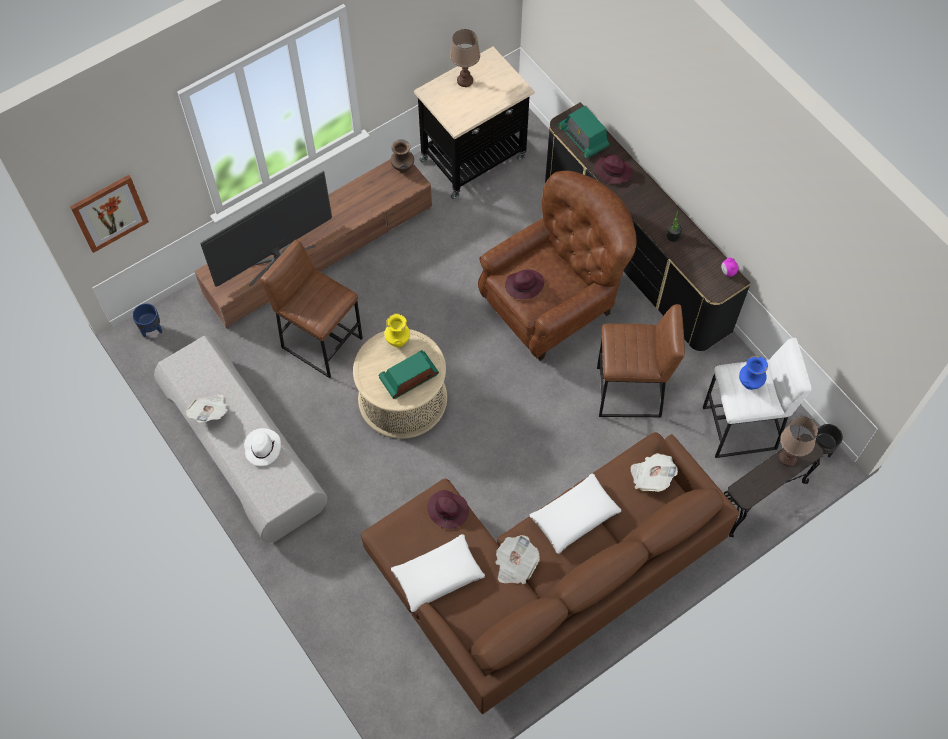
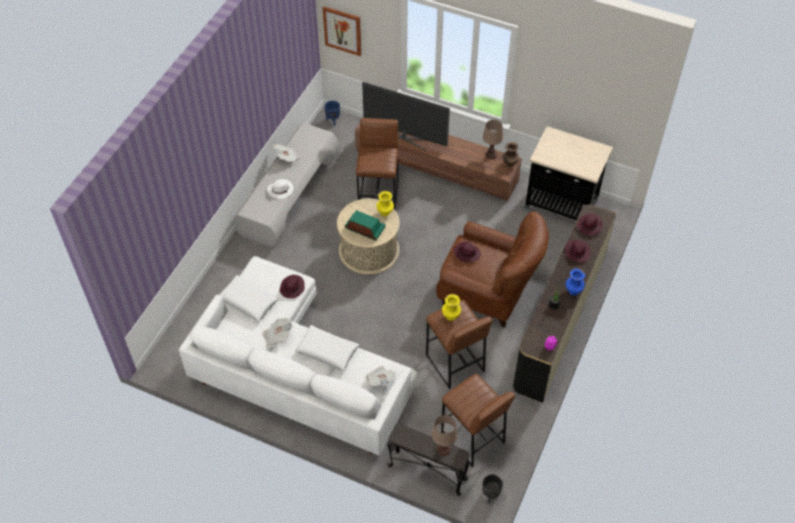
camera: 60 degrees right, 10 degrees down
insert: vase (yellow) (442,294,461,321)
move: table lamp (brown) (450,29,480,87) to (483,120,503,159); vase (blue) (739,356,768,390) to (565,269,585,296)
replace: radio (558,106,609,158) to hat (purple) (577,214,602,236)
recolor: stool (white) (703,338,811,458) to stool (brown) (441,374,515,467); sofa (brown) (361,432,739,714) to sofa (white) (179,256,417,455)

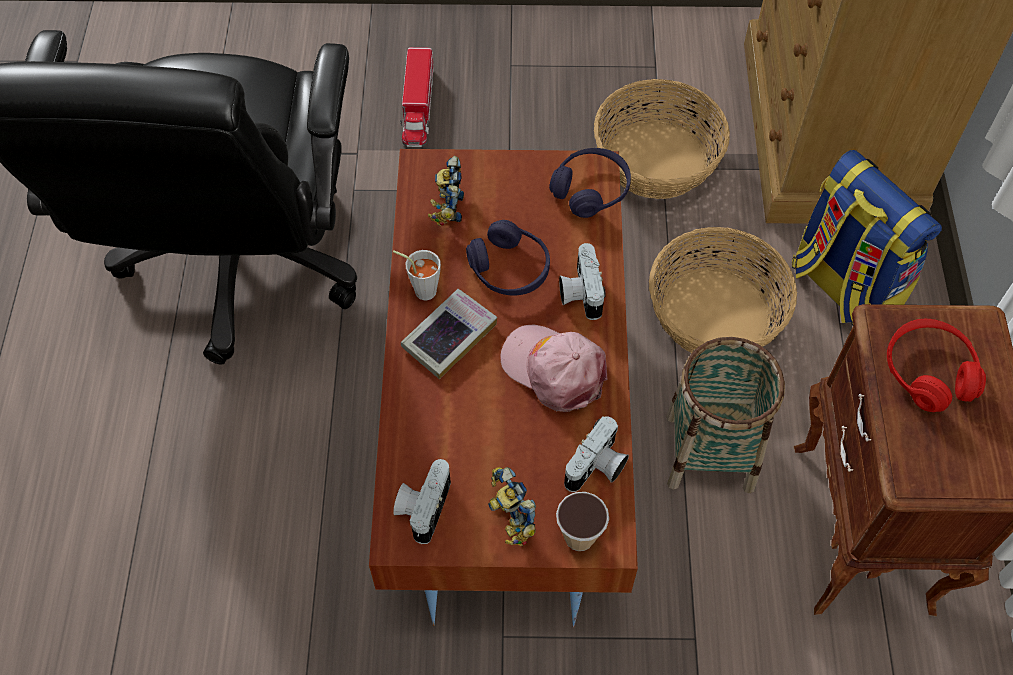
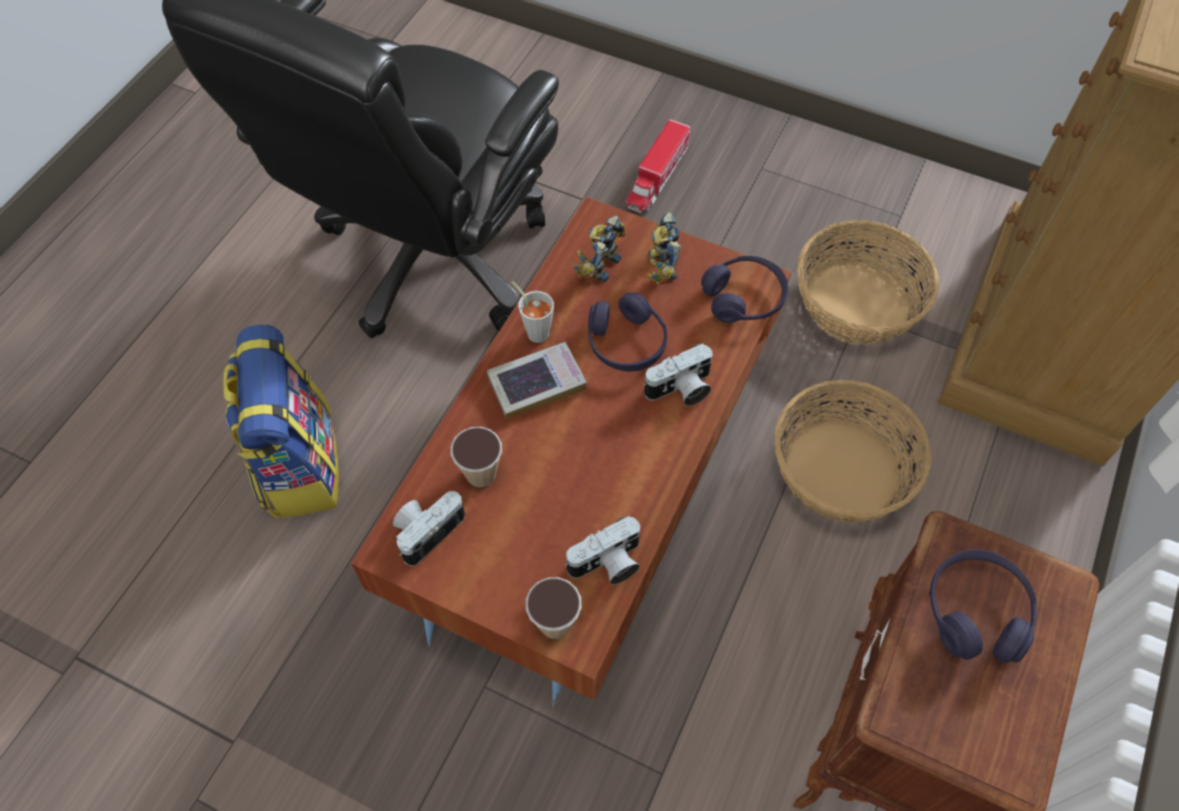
camera: 25 degrees right, 0 degrees up
delete: cap (pink) (500,325,608,412); basket (666,337,785,494)
insert: cup (451,427,502,487)
move: backpack (792,150,942,325) to (223,325,339,519); toy robot (488,467,536,546) to (647,212,681,285)
recolor: headphones (red) (887,319,986,412) to headphones (purple) (929,549,1037,663)
rotate: photo camera (559,243,606,320) = (644,343,713,406) 135 degrees counterclockwise

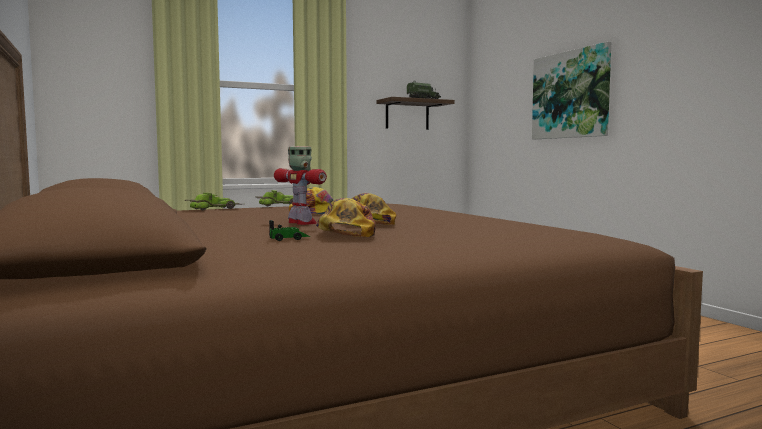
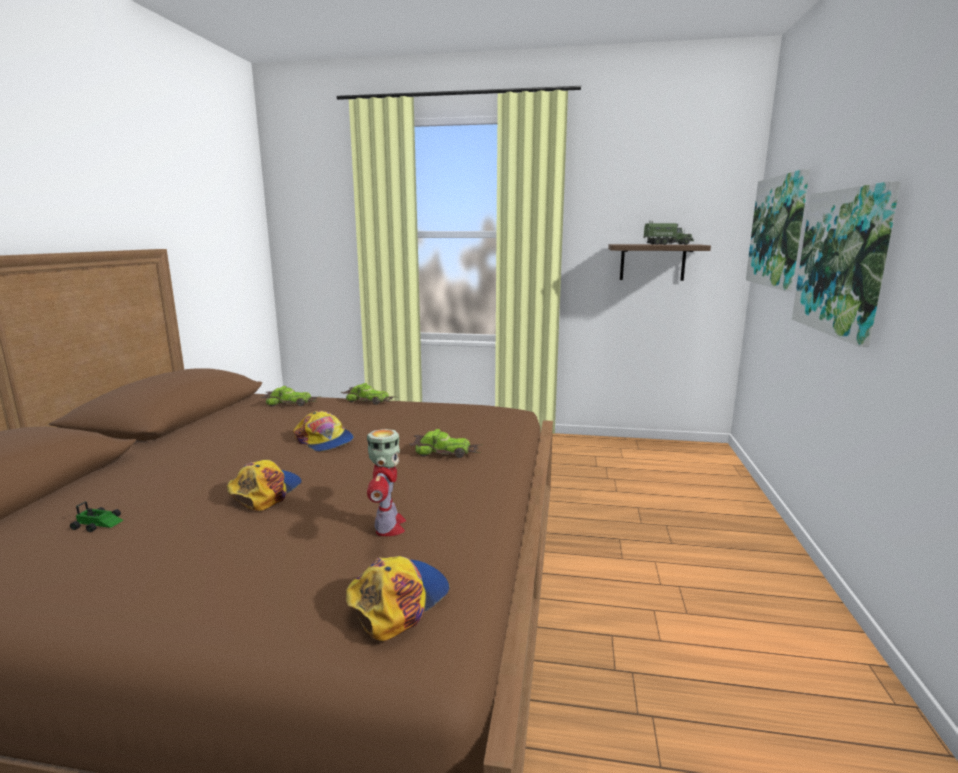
camera: 35 degrees right, 10 degrees up
insert: picture (746,169,810,291); toy car (409,429,480,458)
move: toy robot (274,146,327,225) to (367,429,406,536); cap (316,198,376,237) to (346,556,449,641)

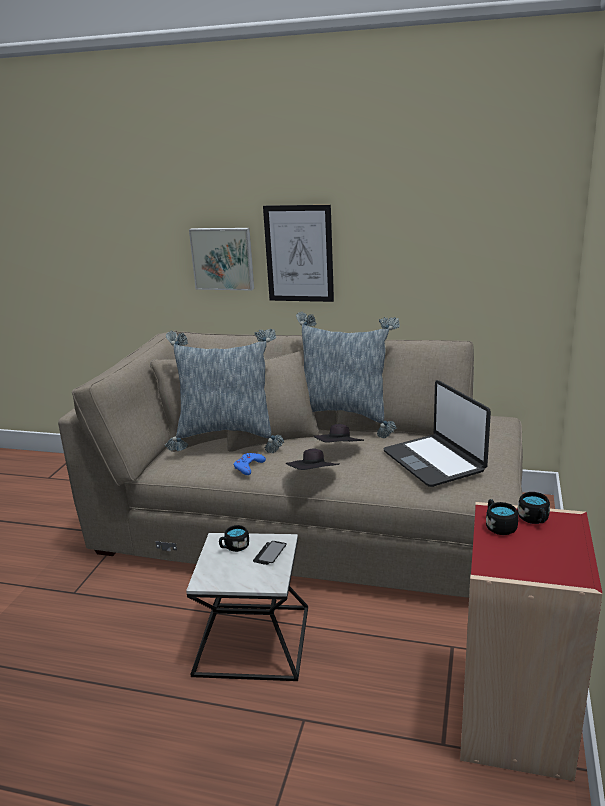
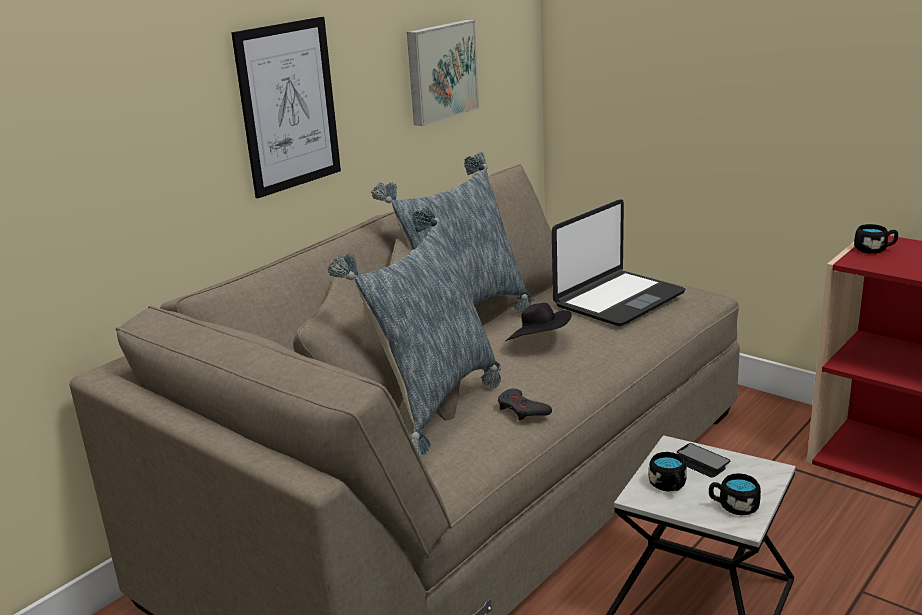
camera: 65 degrees left, 0 degrees up
delete: hat (black) (286,448,339,470)
move: picture (189,228,254,290) to (407,20,479,126); mug (black) (486,499,518,535) to (709,473,761,515)
recolor: game controller (blue) (234,453,266,475) to game controller (grey) (498,389,552,421)
rotate: laptop (383,380,491,487) = (552,199,686,326) 45 degrees counterclockwise

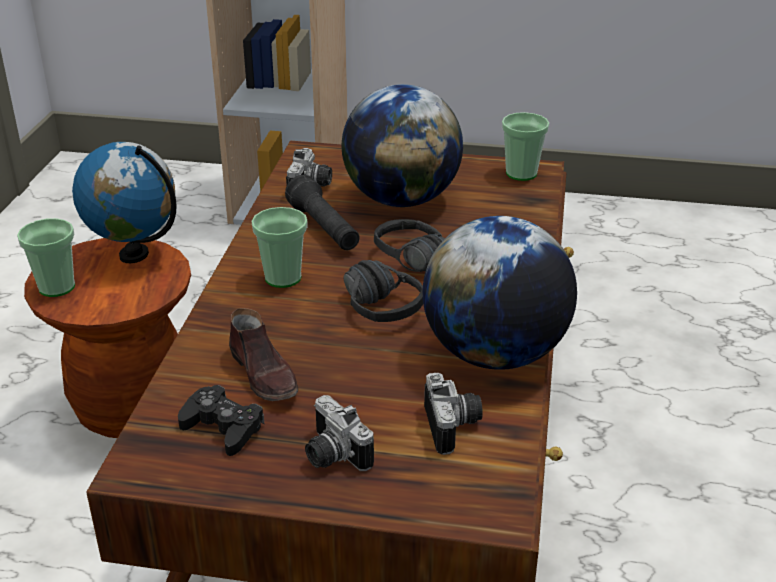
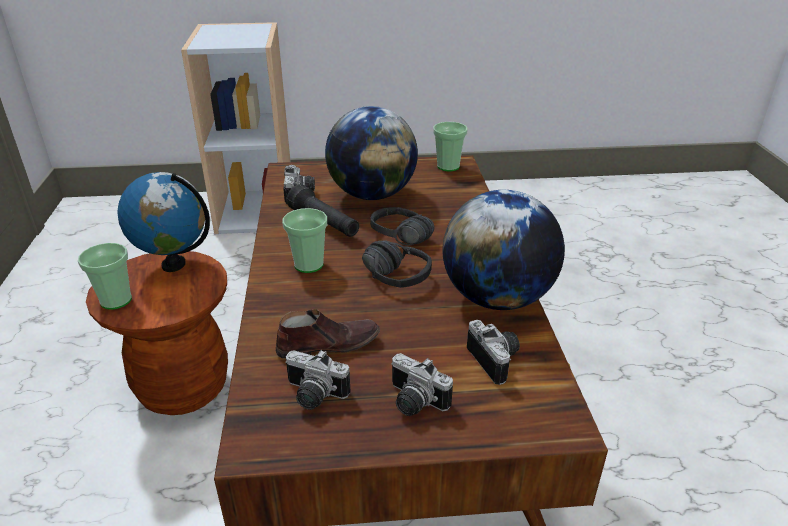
camera: 15 degrees left, 0 degrees up
replace: game controller (black) (178,385,264,456) to photo camera (285,350,350,410)
rotate: shoe (brown) (229,308,298,401) = (276,309,380,359) 60 degrees counterclockwise

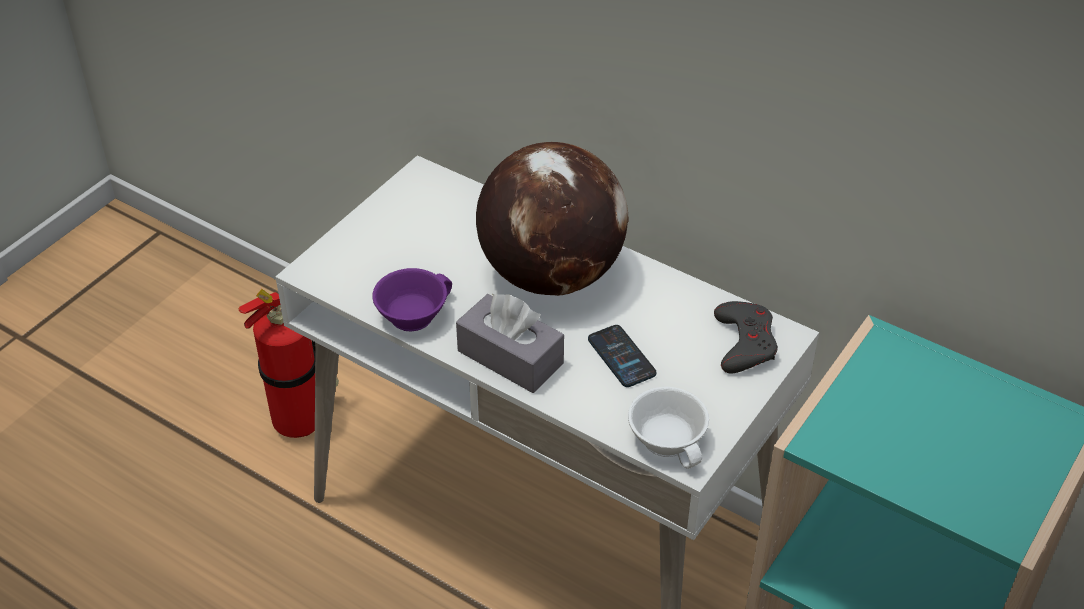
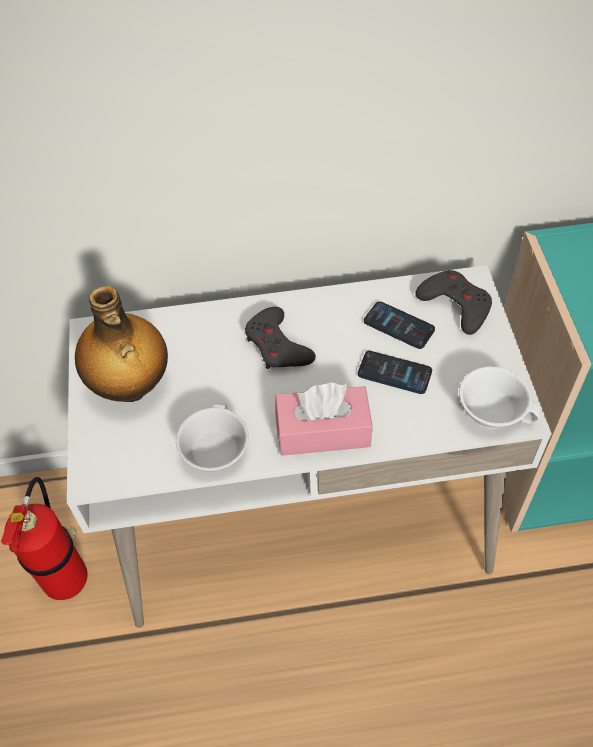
camera: 40 degrees left, 10 degrees up
insert: bottle (75,286,168,402); phone (364,301,435,349)
replace: globe (476,142,628,296) to game controller (grey) (245,307,316,369)
recolor: cup (purple) (372,268,452,331) to cup (white) (176,403,249,472); tissue box (grey) (456,293,564,393) to tissue box (pink) (275,382,373,456)

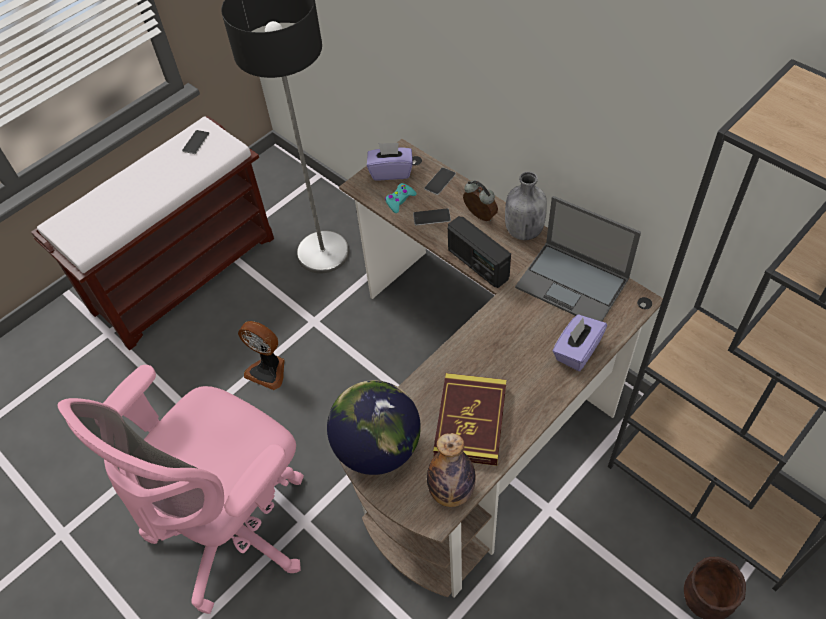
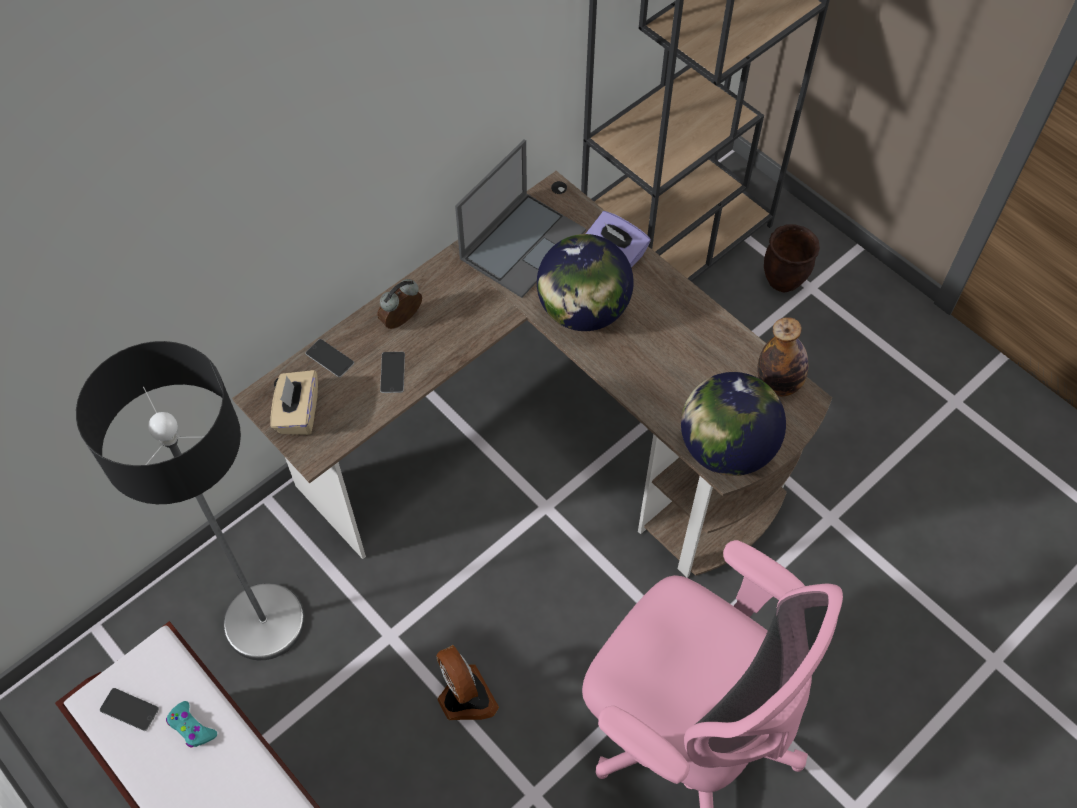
camera: 90 degrees left, 5 degrees up
delete: bottle (grey) (505,172,547,240); radio (448,216,511,288); book (433,373,506,466)
insert: globe (537,234,634,331)
move: game controller (turquoise) (385,183,417,213) to (166,701,217,748)
recolor: tissue box (purple) (367,143,413,181) to tissue box (beige) (271,370,318,435)
rotate: fan (238,321,284,390) = (436,645,499,720) 60 degrees counterclockwise

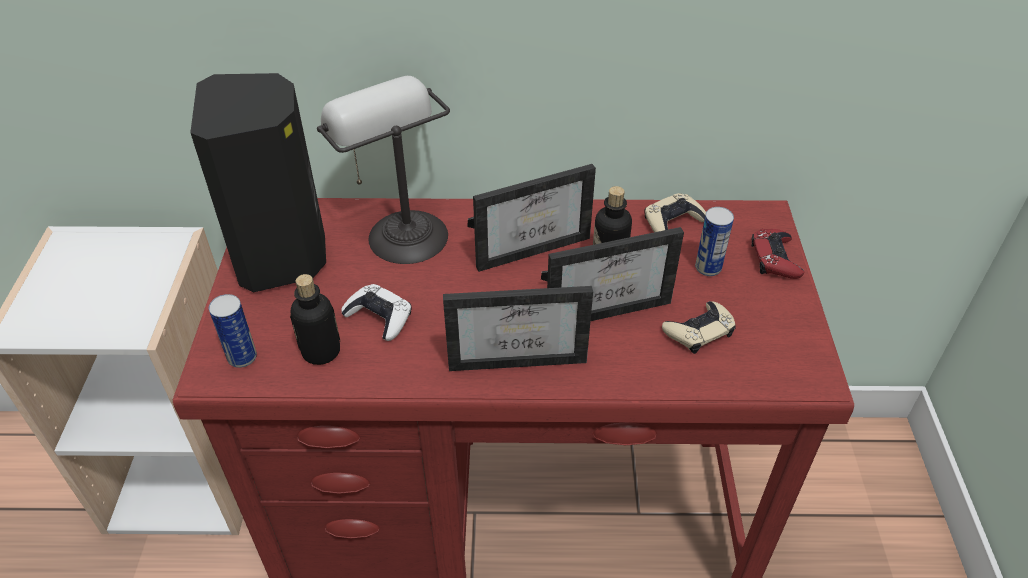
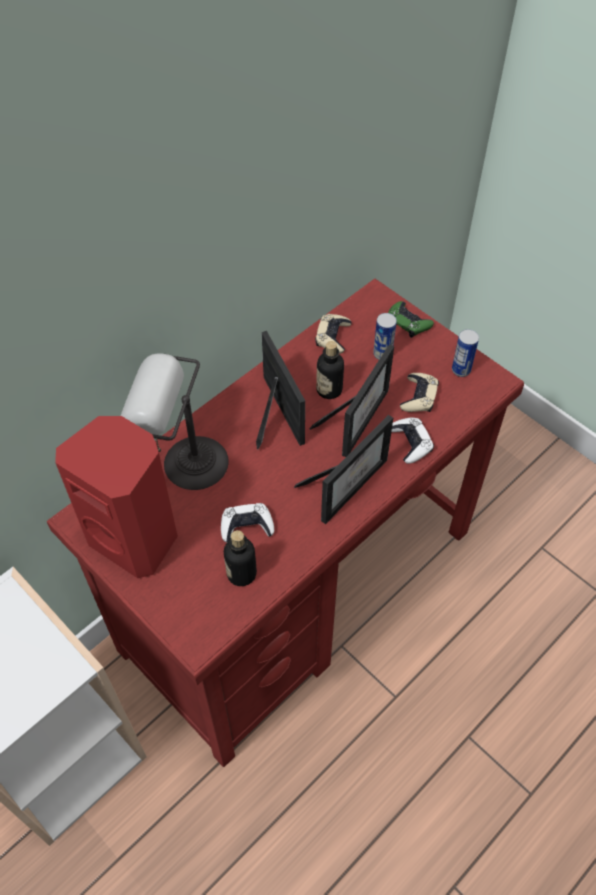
camera: 45 degrees left, 10 degrees up
insert: game controller (white) (391,417,434,464)
move: can (209,294,257,368) to (452,329,479,377)
recolor: speaker (black) (190,73,326,293) to speaker (red) (55,416,178,578); game controller (red) (751,229,805,279) to game controller (green) (388,301,434,338)
rotate: picture frame (468,164,596,272) = (256,331,305,449) 45 degrees counterclockwise

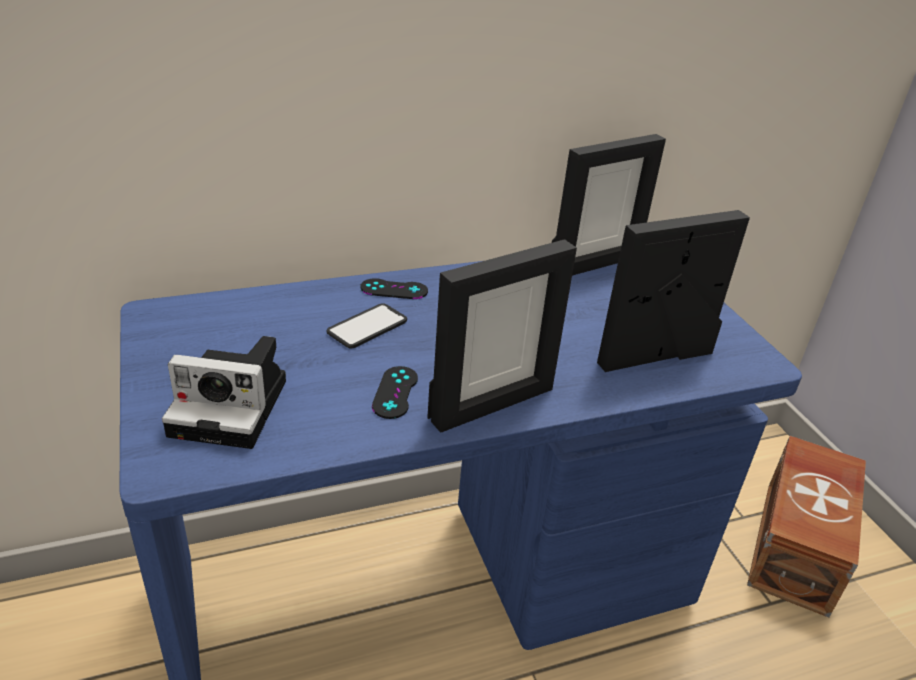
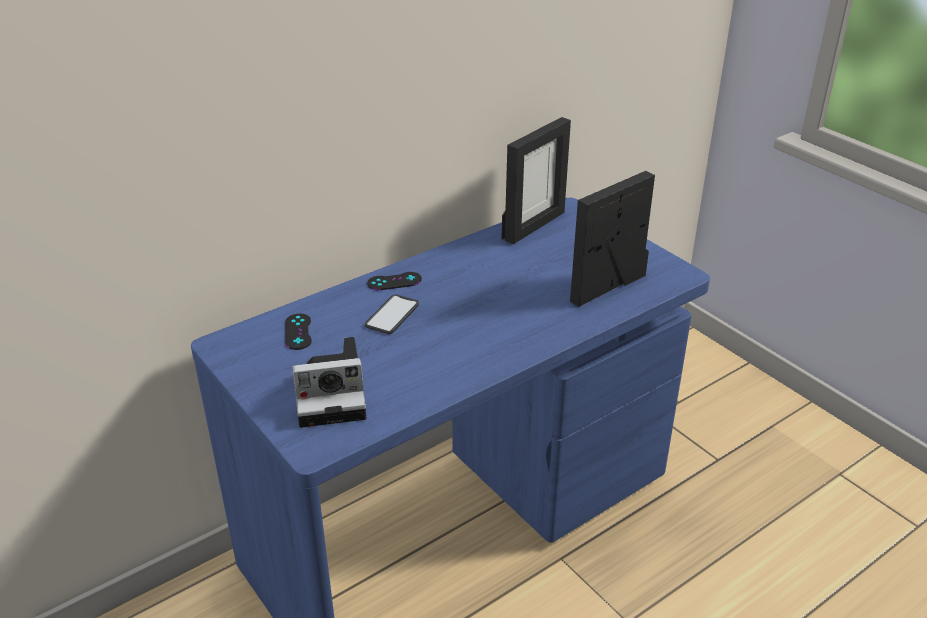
camera: 15 degrees left, 0 degrees up
delete: picture frame (427,239,577,433); storage box (brown) (747,436,866,617)
move: game controller (black) (372,366,418,419) to (285,313,312,350)

